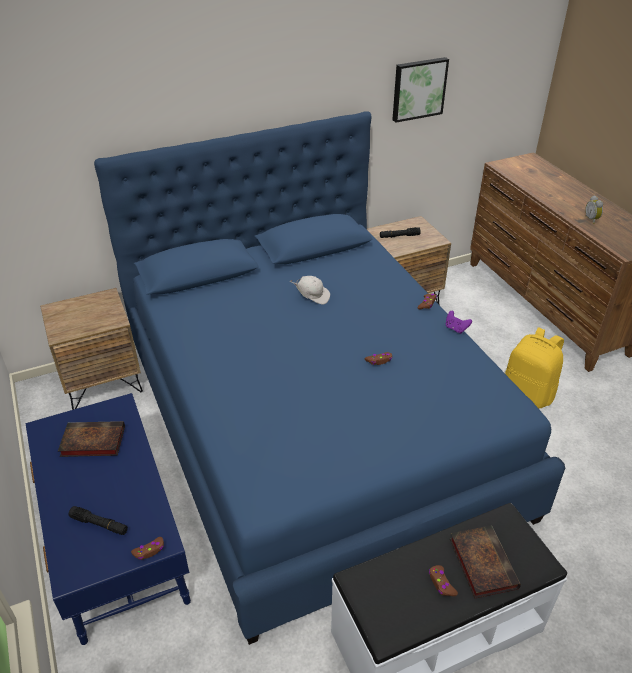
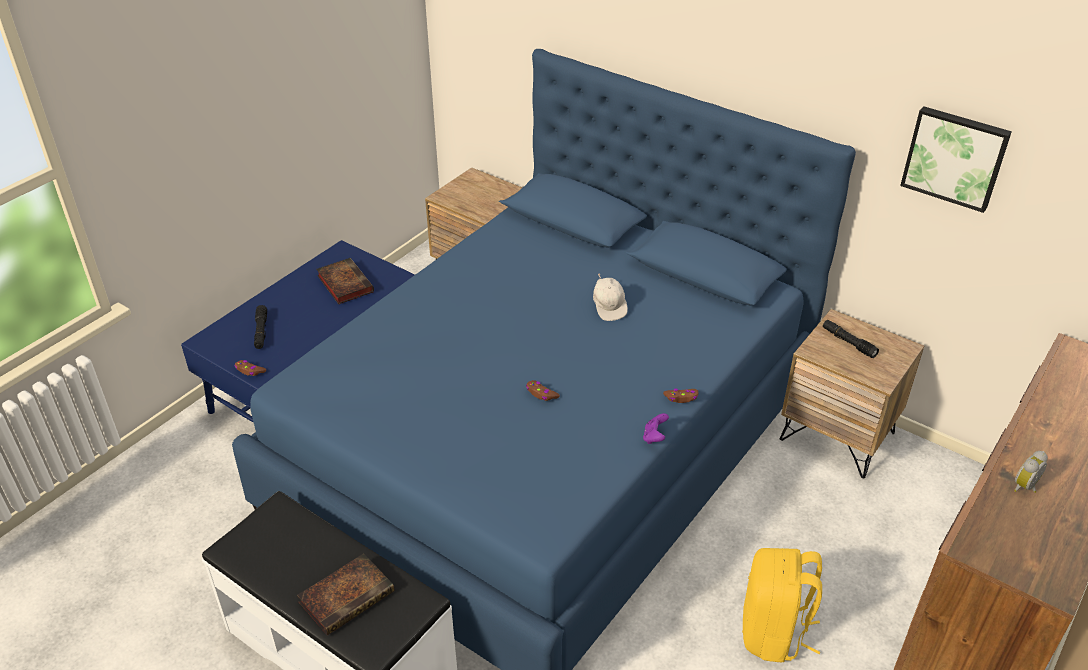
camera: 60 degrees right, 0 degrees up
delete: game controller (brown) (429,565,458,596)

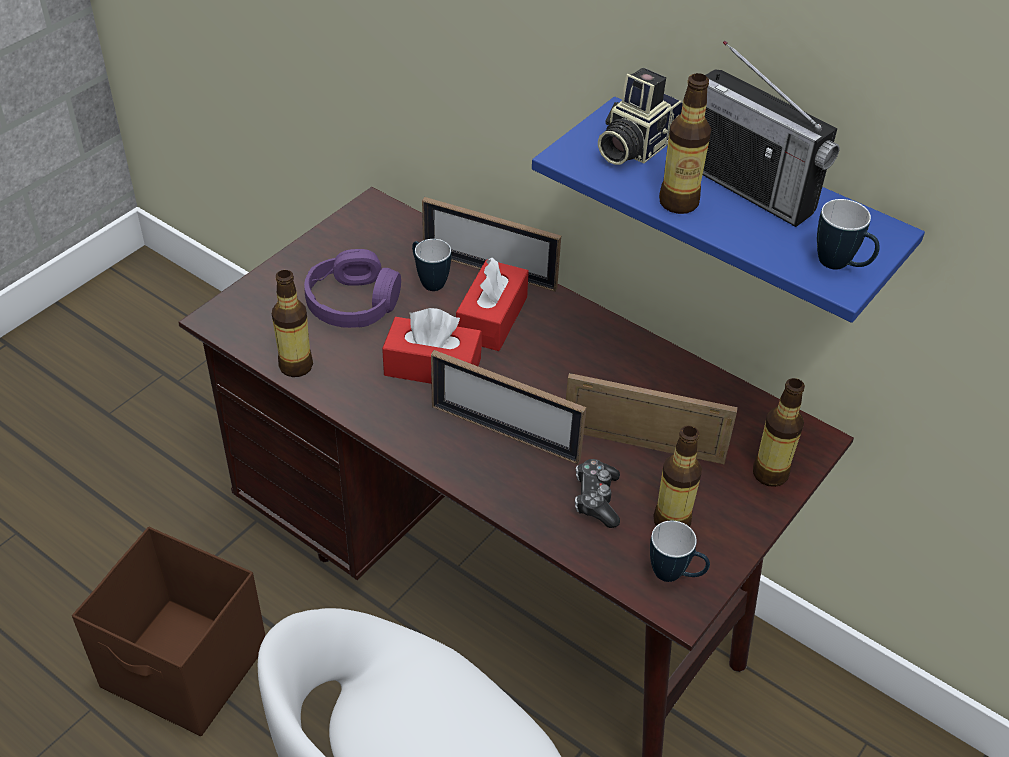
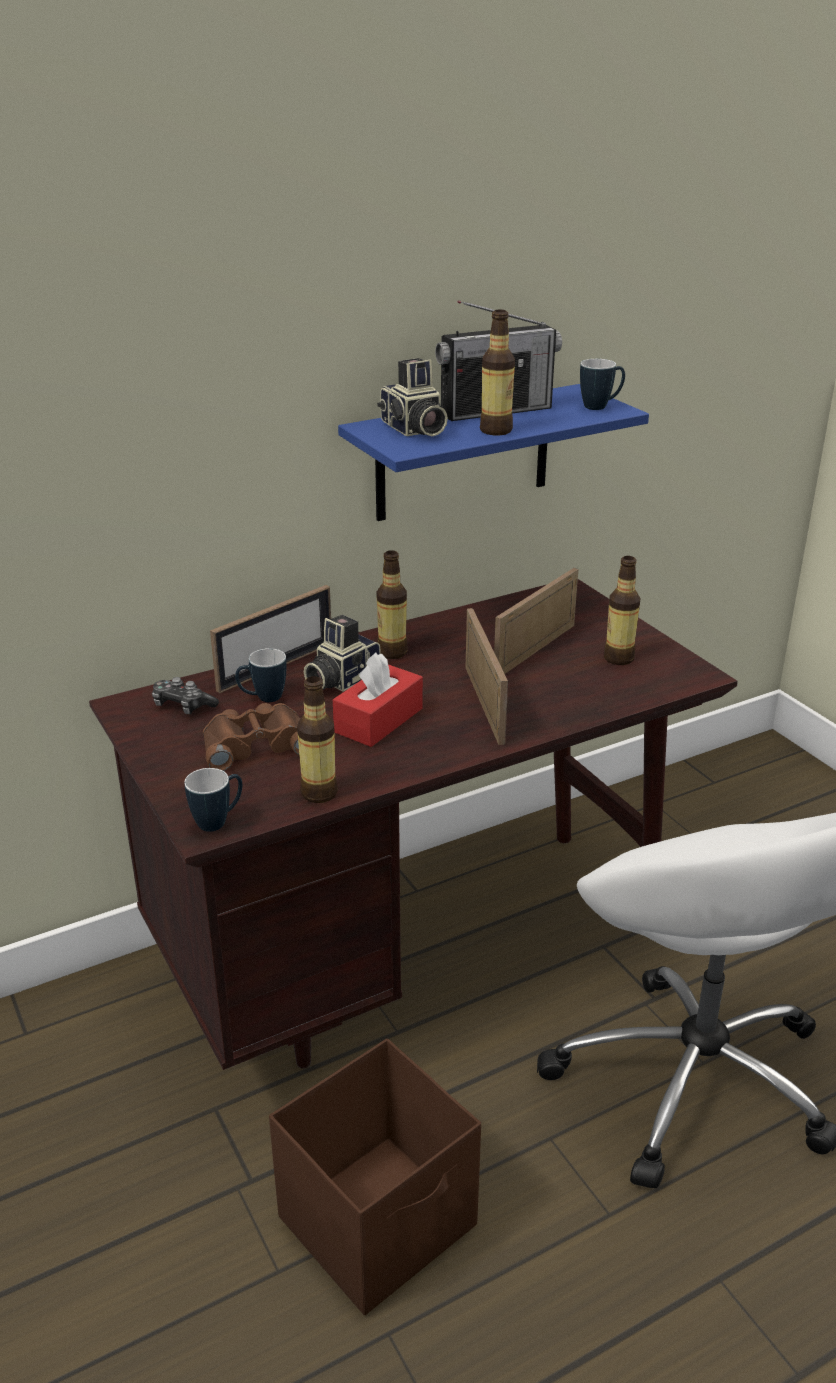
camera: 65 degrees left, 15 degrees down
move: bottle (753,378,805,487) to (376,550,408,659); game controller (575,459,620,528) to (152,677,219,714); mug (650,521,710,582) to (184,768,242,832)
replace: headphones (purple) (304,249,401,328) to binoculars (brown) (203,703,300,771); tissue box (red) (456,257,529,351) to photo camera (304,615,381,692)
rotate: picture frame (431,350,586,464) = (466,608,508,745) 60 degrees counterclockwise

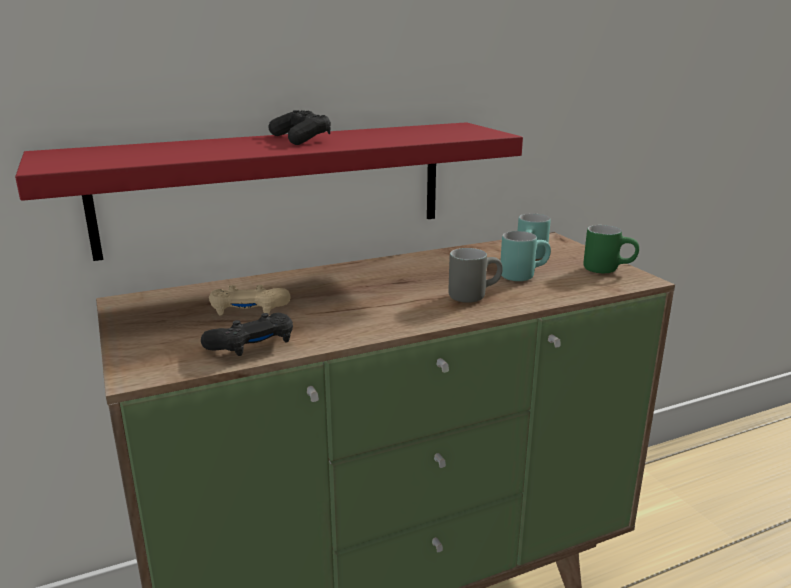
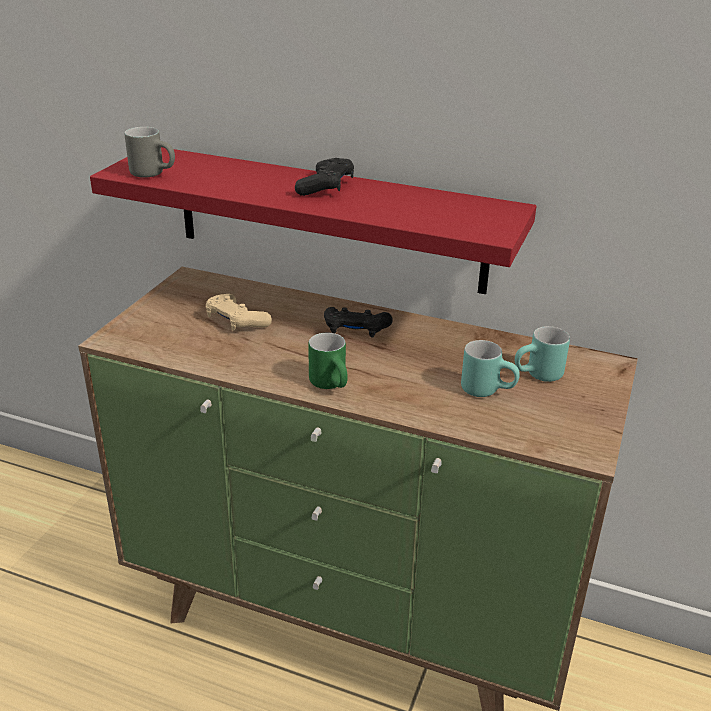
camera: 45 degrees right, 10 degrees up
move: mug (green) (583,225,639,273) to (308,333,348,389); mug (grey) (448,248,503,303) to (125,127,175,177); game controller (black) (201,313,293,356) to (324,307,393,338)

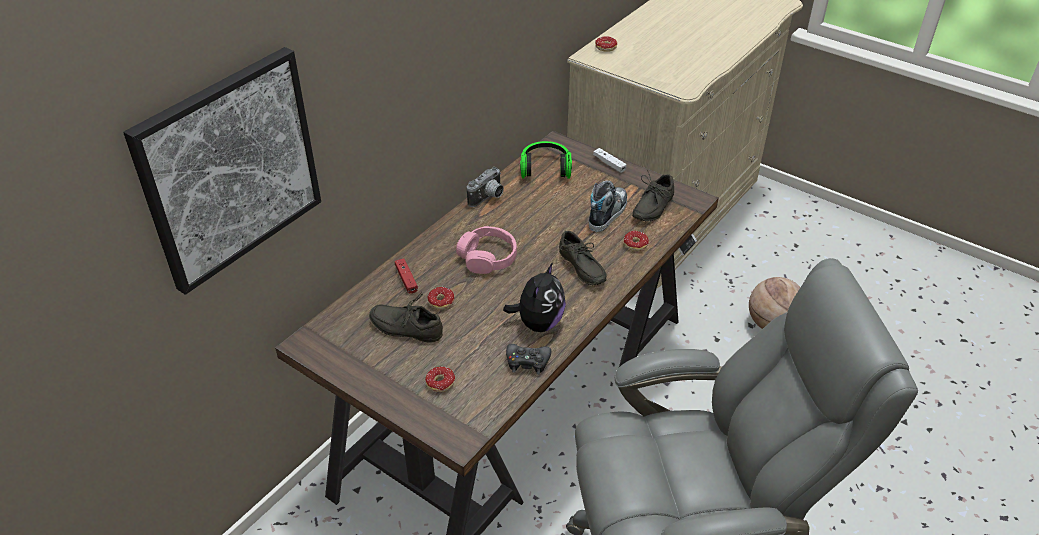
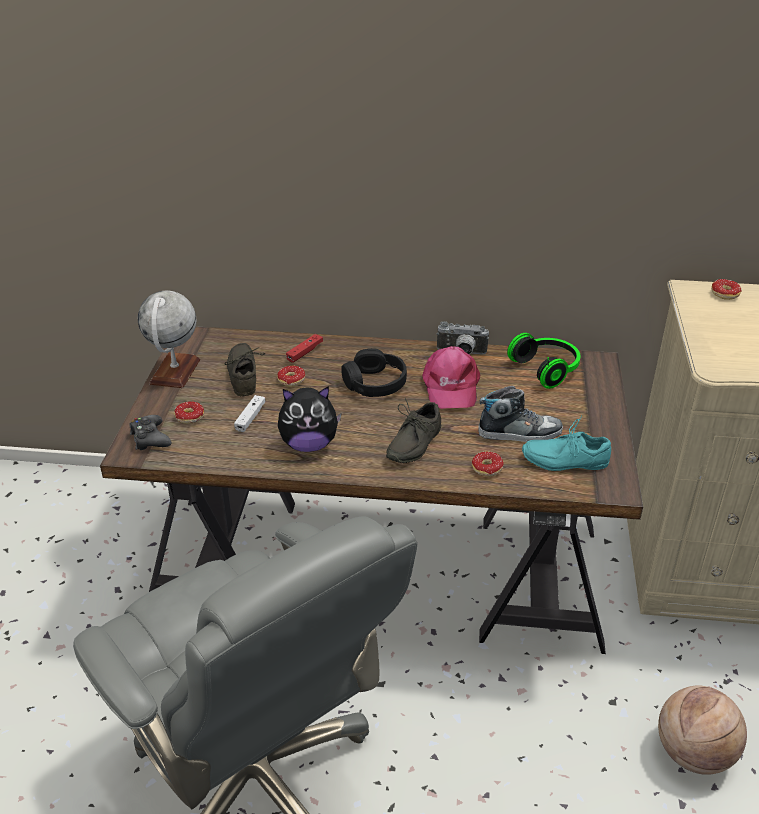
camera: 60 degrees right, 5 degrees down
delete: picture (123,47,321,295)
insert: globe (138,291,200,388); cap (pink) (422,346,480,409)
move: game controller (white) (593,148,627,173) to (234,395,266,432); game controller (black) (506,344,551,375) to (129,415,171,450)
recolor: shoe (grey) (632,170,674,222) to shoe (turquoise) (522,415,611,471); headphones (pink) (456,226,517,274) to headphones (black) (341,348,407,397)

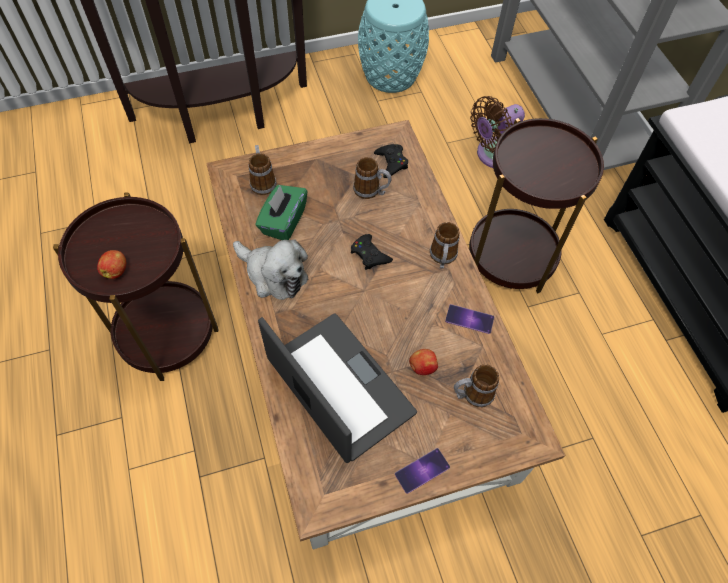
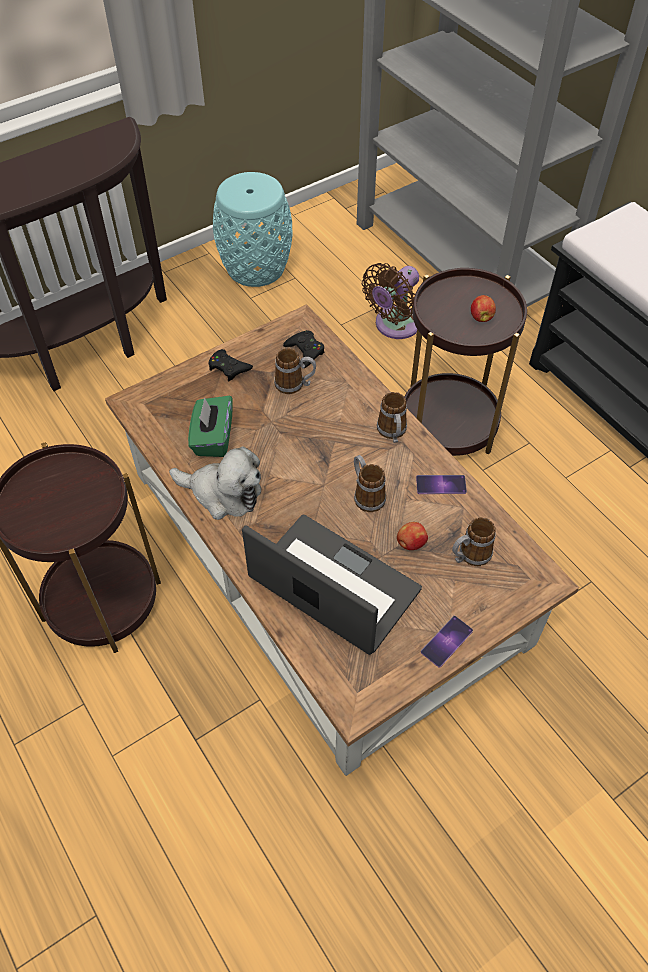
camera: 15 degrees left, 5 degrees down
move: mug (249,145,276,195) to (354,455,386,512); game controller (black) (351,234,393,270) to (208,349,253,381); apple (97,250,126,279) to (471,295,496,322)

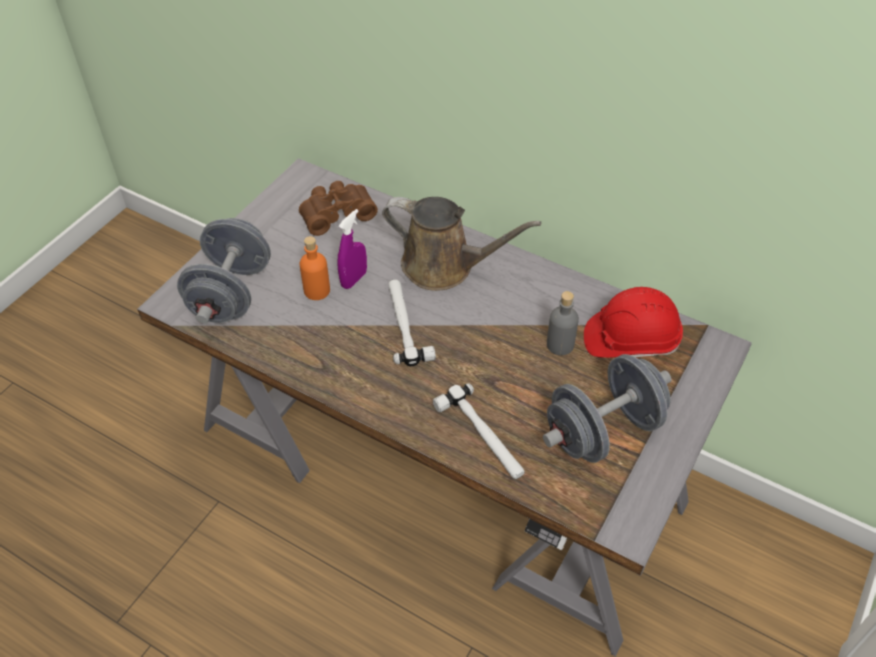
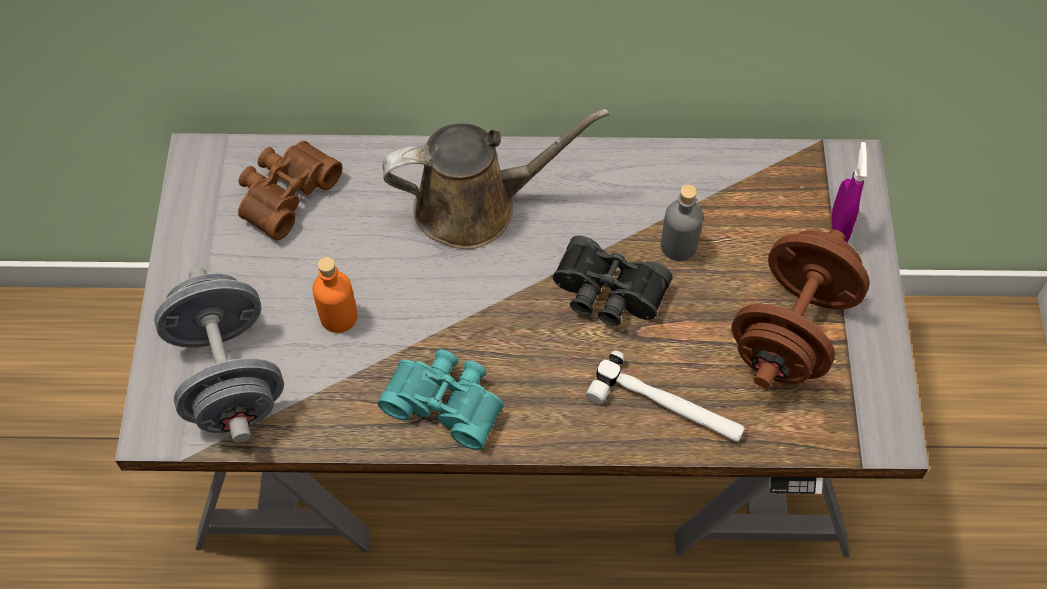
camera: 30 degrees left, 10 degrees up
delete: hammer (388,279,436,366); hard hat (red) (584,287,683,358)
insert: binoculars (black) (553,235,673,326); binoculars (turquoise) (377,349,504,450)
move: spray bottle (purple) (337,209,367,289) to (832,142,867,242)
recolor: dumbbell (grey) (543,354,671,463) to dumbbell (brown) (732,229,870,388)

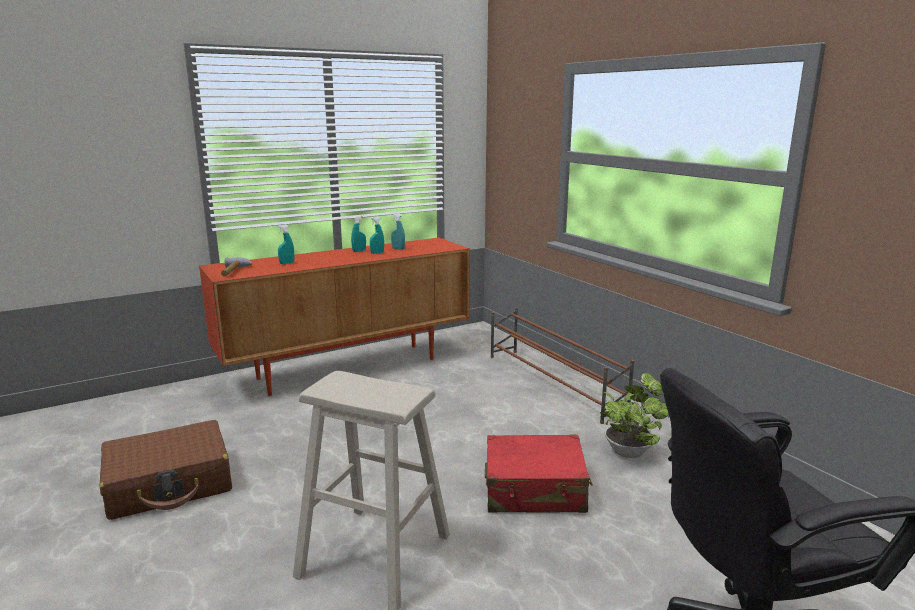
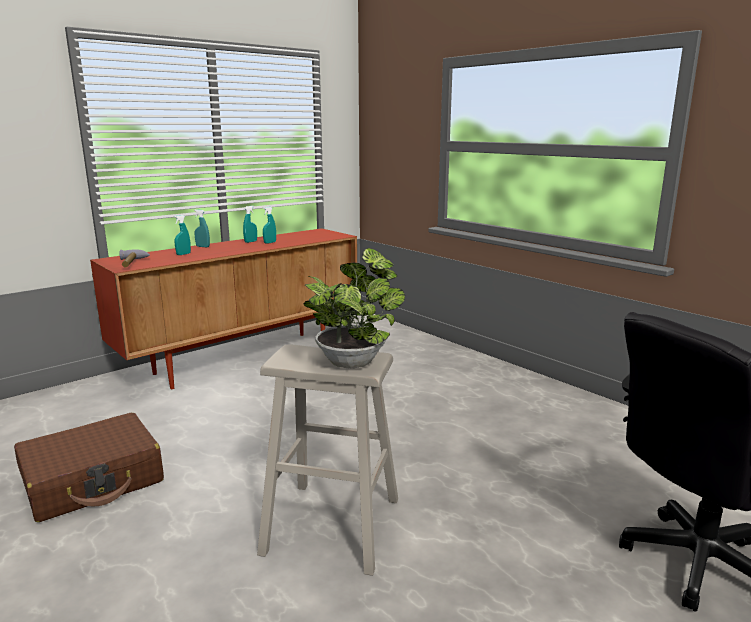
camera: 10 degrees left, 0 degrees up
delete: shoe rack (brown) (490,307,635,424); suitcase (red) (485,434,593,513)
move: spray bottle (turquoise) (391,213,405,250) to (194,209,210,247); potted plant (600,373,669,458) to (304,248,405,368)

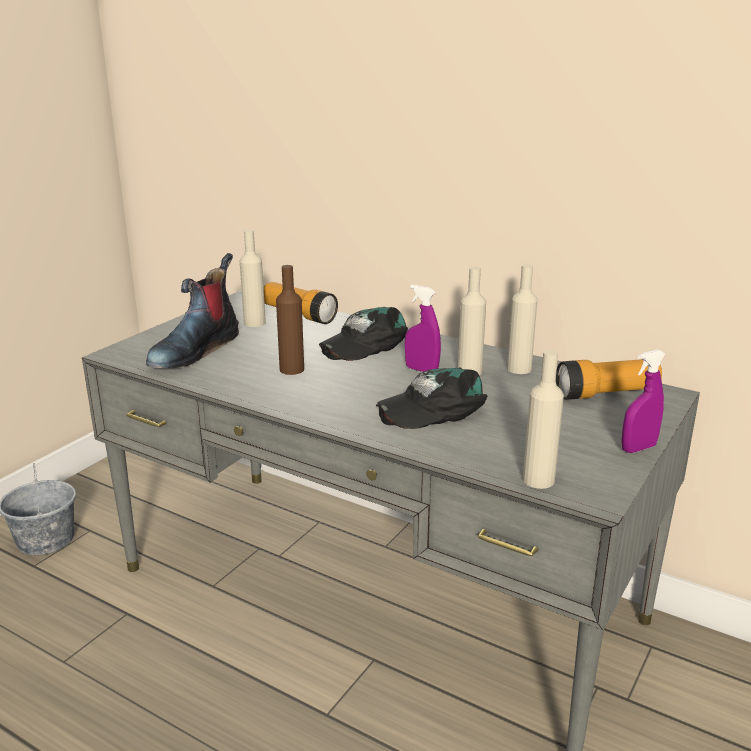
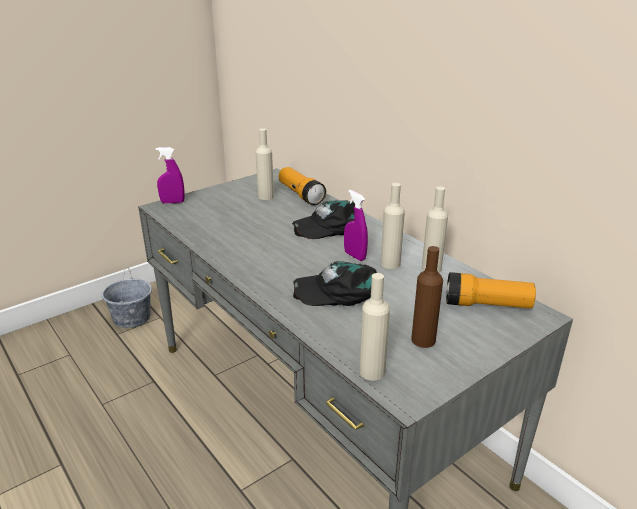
camera: 20 degrees right, 5 degrees up
delete: boot (146,253,239,368)
move: bottle (brown) (276,265,304,375) to (411,246,443,348); spray bottle (purple) (621,349,666,453) to (155,147,185,204)

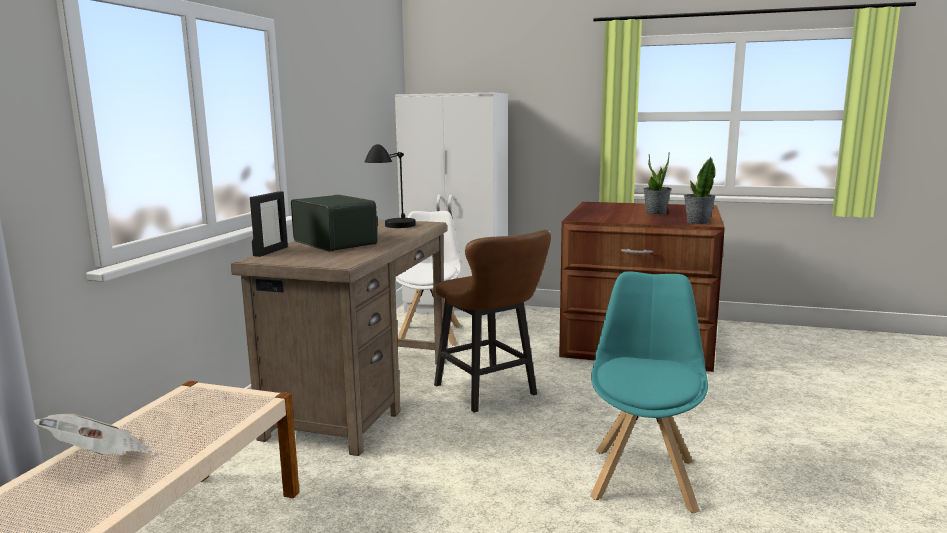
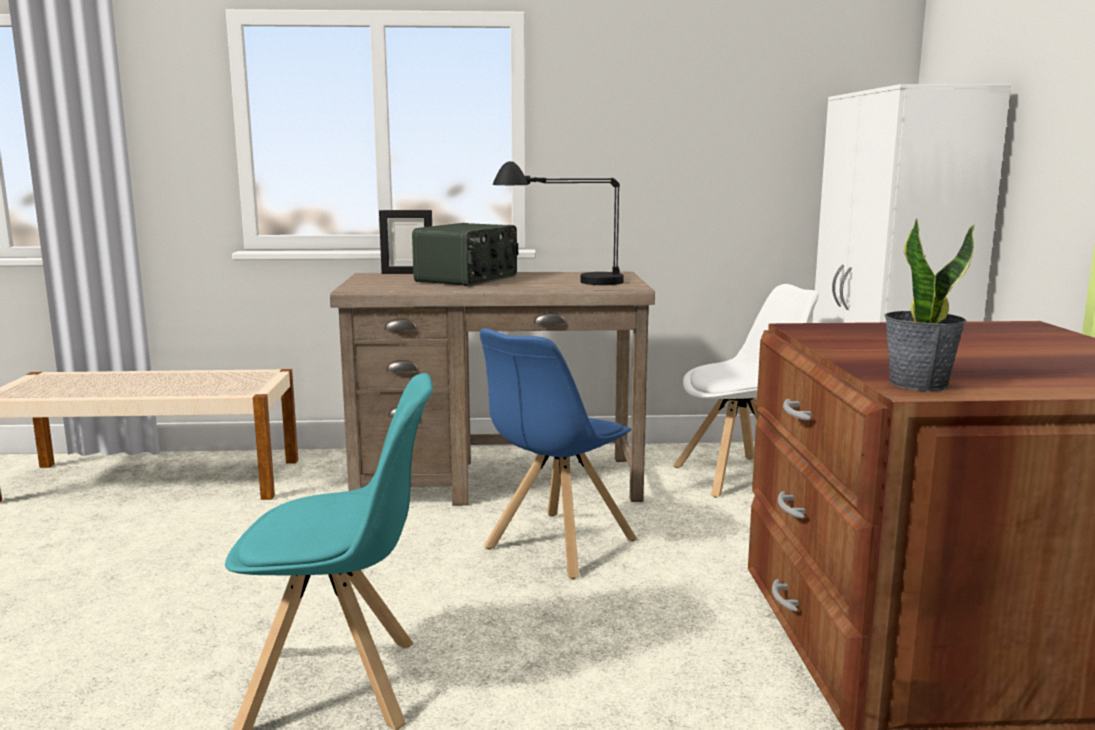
camera: 70 degrees right, 0 degrees up
delete: potted plant (643,152,671,215); newspaper (33,414,154,455)
replace: stool (brown) (434,230,551,413) to chair (blue) (480,328,637,579)

